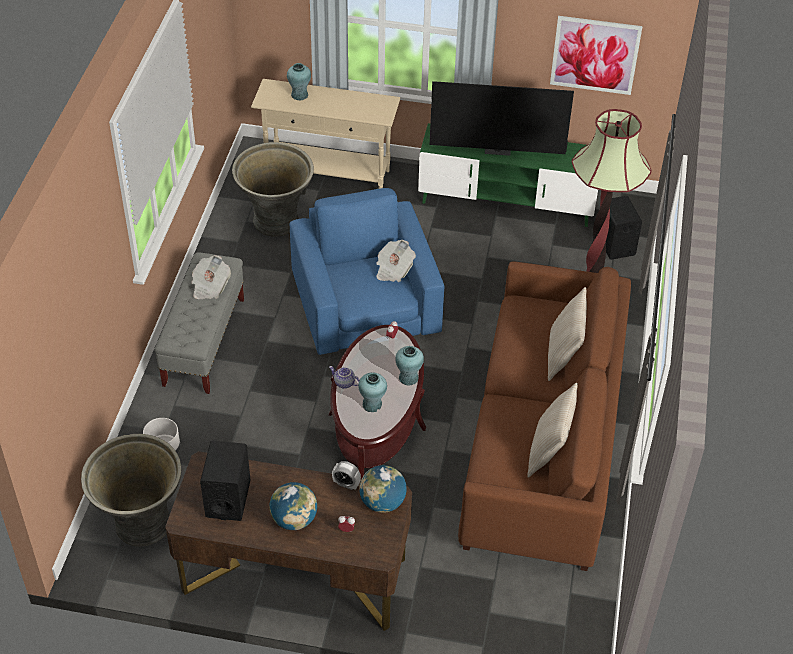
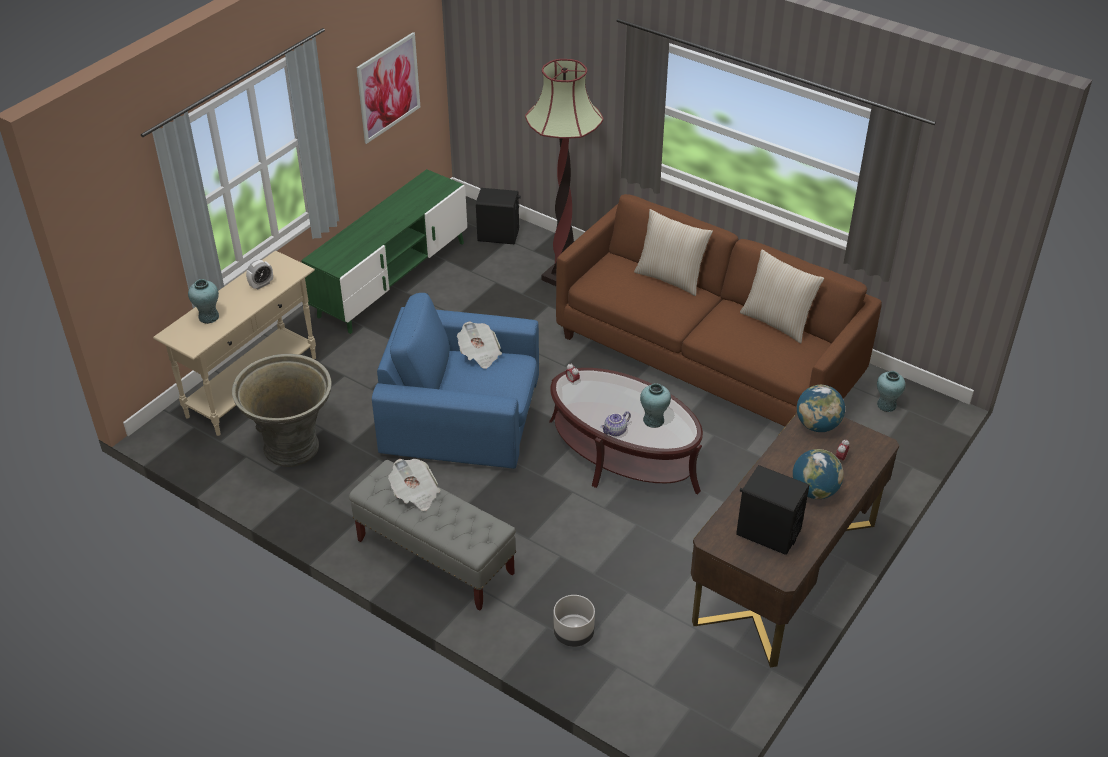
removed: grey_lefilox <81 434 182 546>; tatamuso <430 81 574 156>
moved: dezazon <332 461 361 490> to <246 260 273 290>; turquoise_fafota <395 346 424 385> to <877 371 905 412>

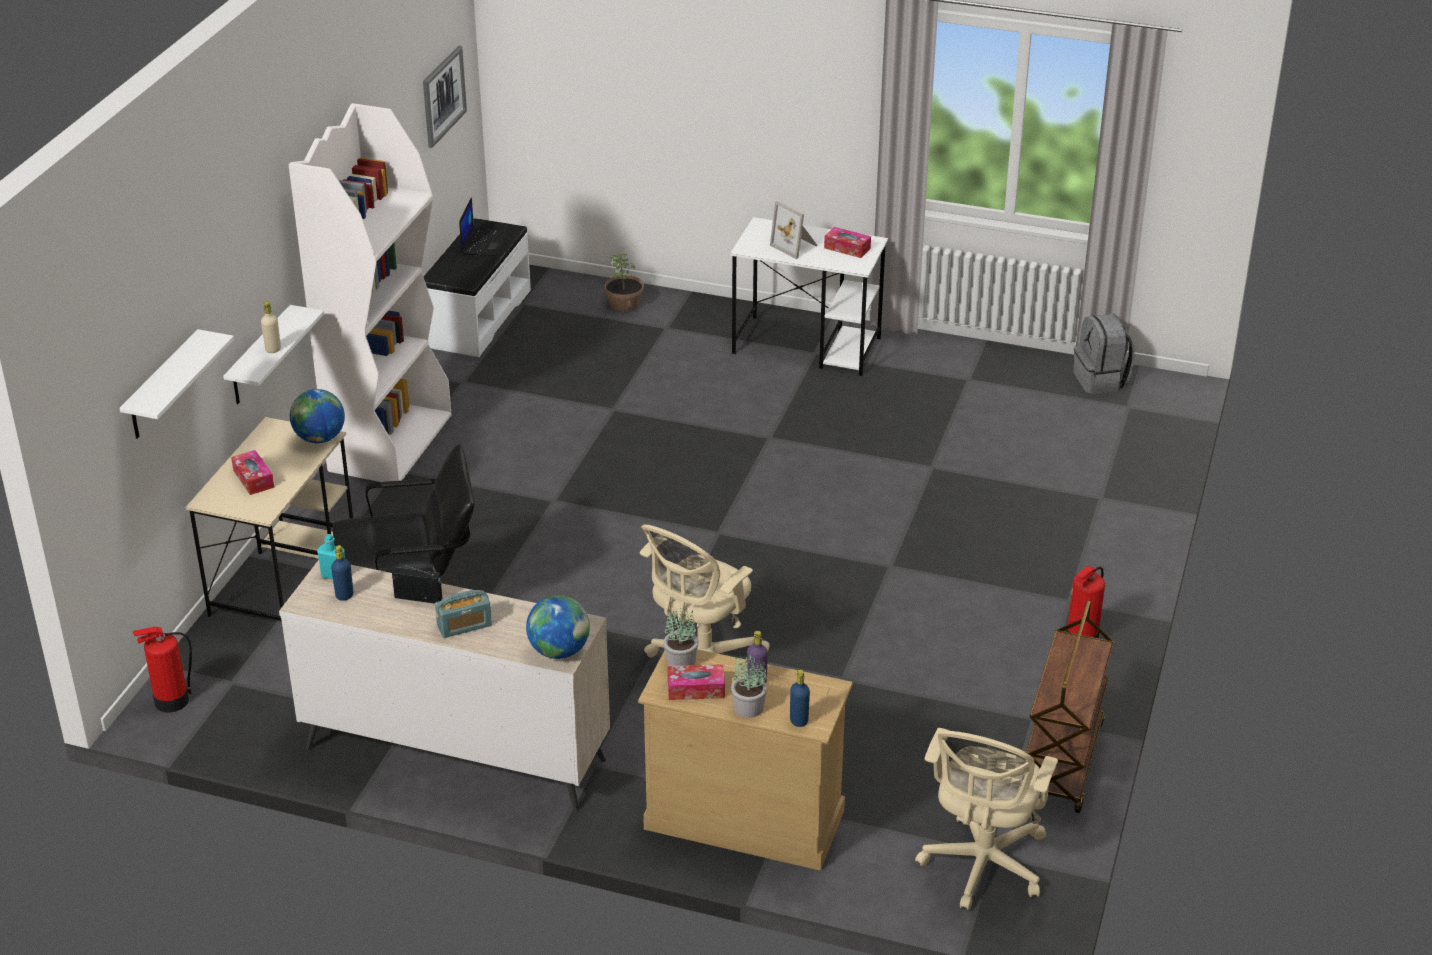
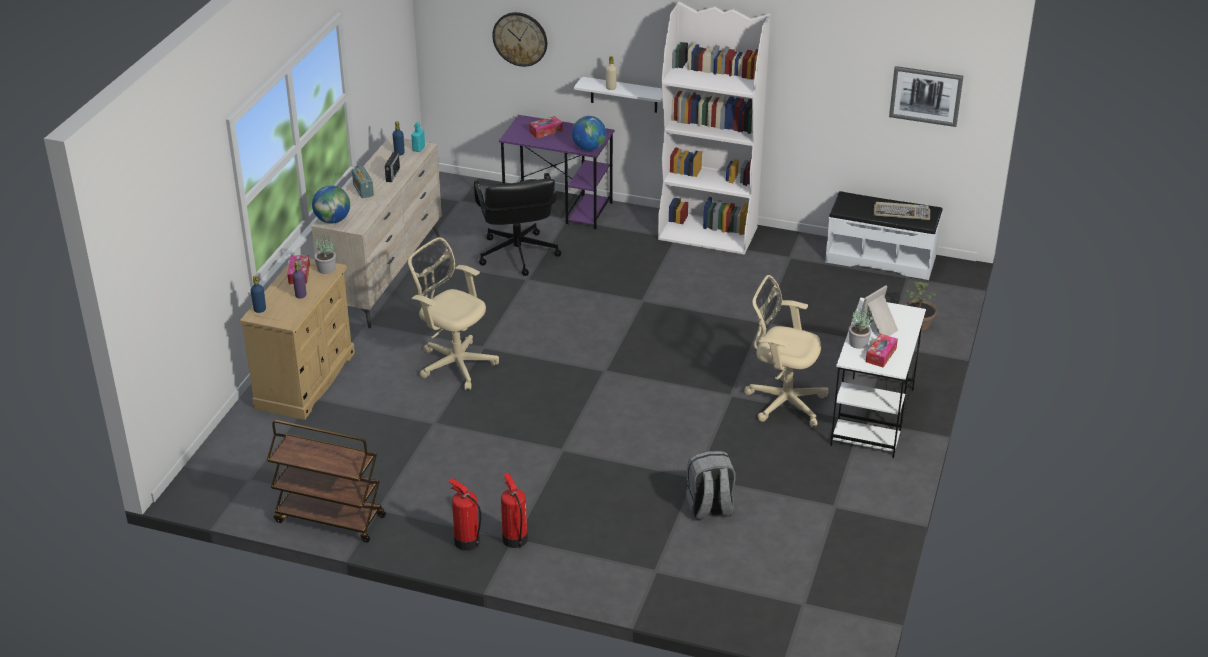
moved: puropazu <133 627 192 712> to <501 473 528 548>; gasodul <731 653 767 718> to <849 305 872 349>; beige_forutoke <915 728 1058 910> to <744 275 829 427>; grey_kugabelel <1073 314 1134 394> to <686 451 736 520>
replaced: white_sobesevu <119 329 234 439> to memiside <492 12 547 67>; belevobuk <459 197 509 256> to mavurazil <874 202 930 220>
recoloured: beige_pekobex <185 417 353 621> to purple_pekobex <499 115 615 229>

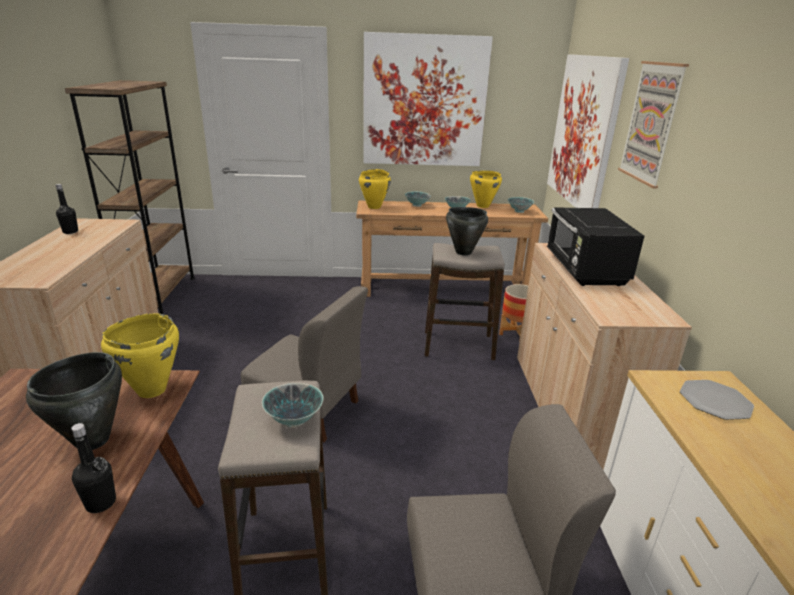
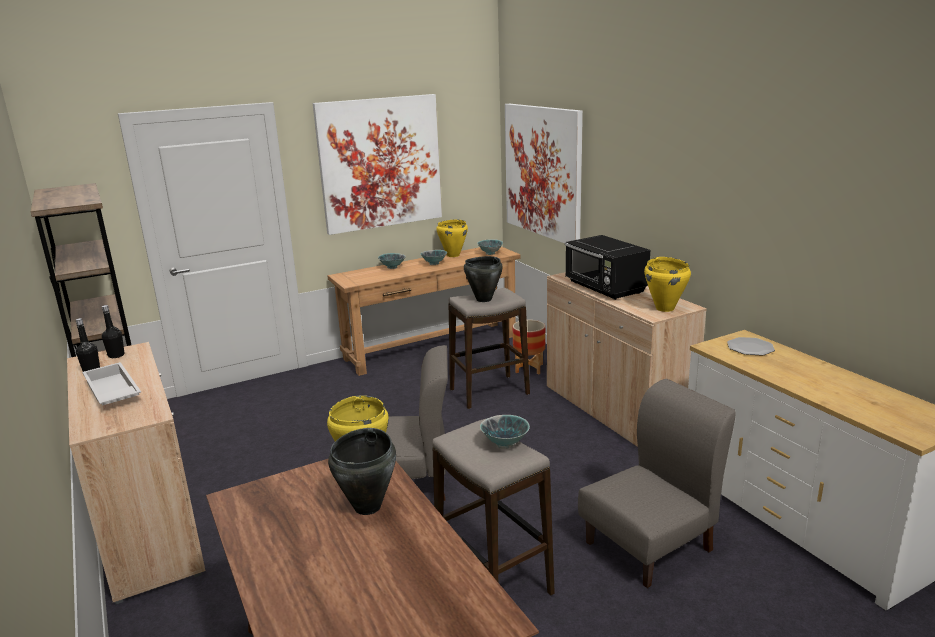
removed: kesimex <618 61 689 188>
added: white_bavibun <82 362 141 405>
moved: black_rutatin <71 423 116 513> to <102 305 125 358>; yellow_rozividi <359 169 391 209> to <644 257 691 312>

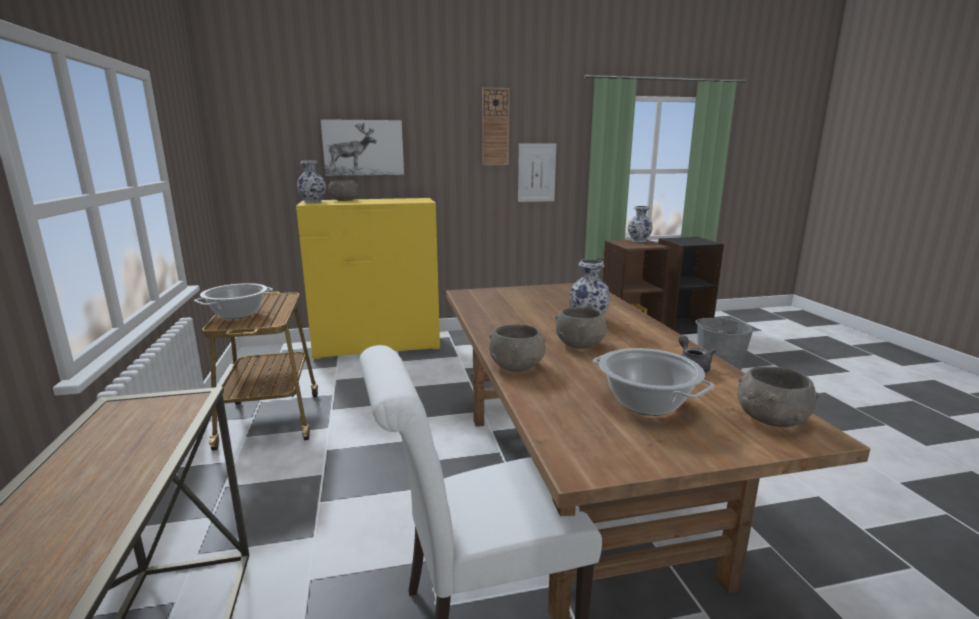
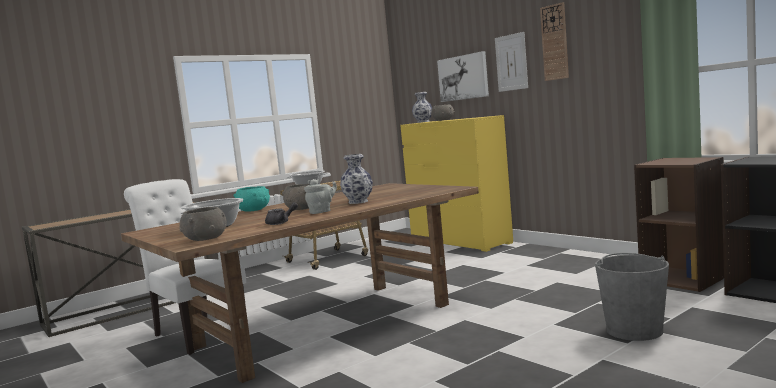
removed: fafota <628 206 653 242>
added: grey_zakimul <304 179 337 214>
moved: kesimex <518 143 556 202> to <495 32 528 92>
recoloured: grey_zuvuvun <489 324 546 372> to turquoise_zuvuvun <234 186 270 212>

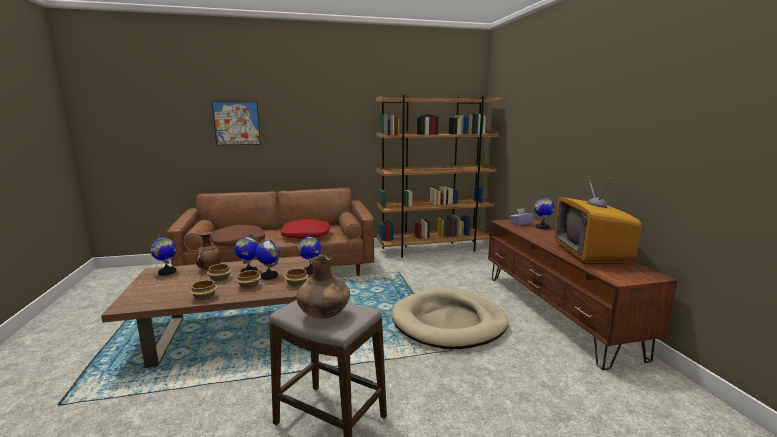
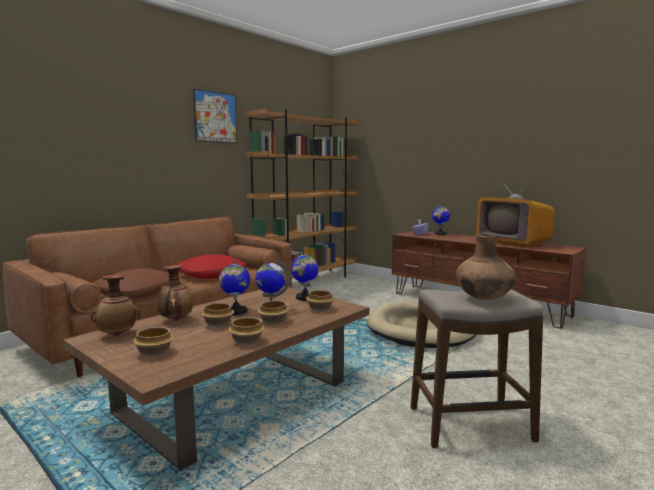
added: zuvuvun <133 327 174 357>
moved: kesimex <212 101 261 145> to <193 89 237 143>
replaced: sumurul <150 234 177 275> to fafota <91 274 140 336>

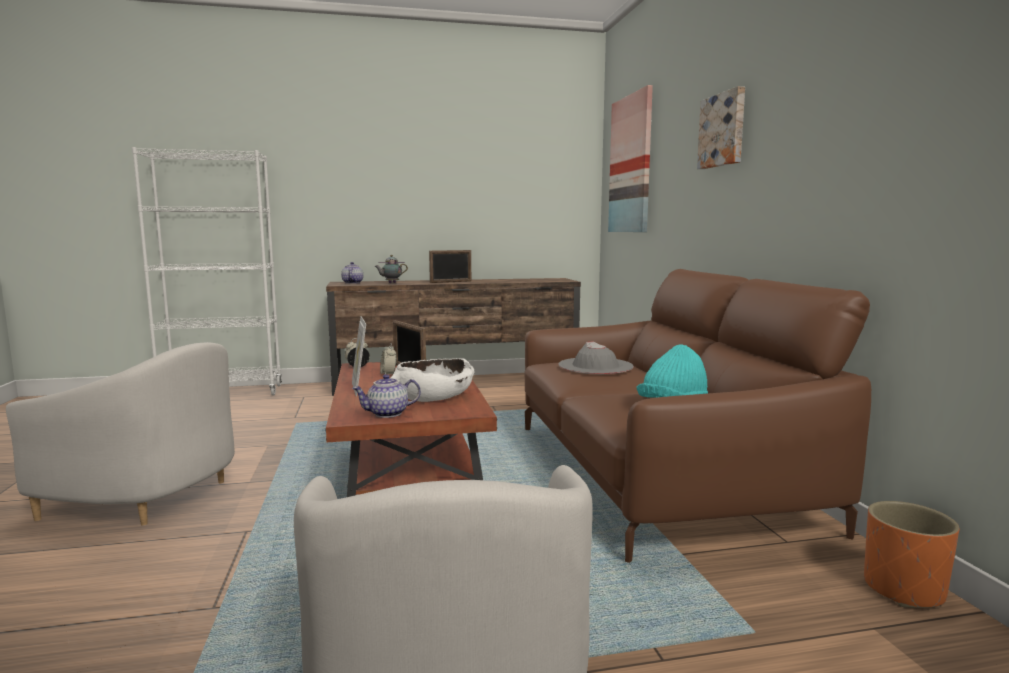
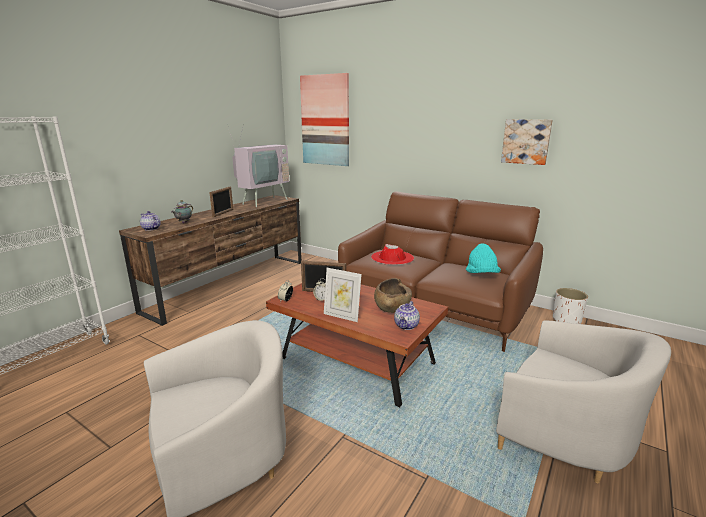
added: tatamuso <230 124 289 207>
moved: kesimex <697 86 745 169> to <501 119 553 165>
recoloured: white_zuvuvun <391 358 475 402> to brown_zuvuvun <374 278 412 313>; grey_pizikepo <558 341 634 374> to red_pizikepo <371 244 414 265>; orange_lefilox <864 501 959 608> to white_lefilox <553 288 588 324>

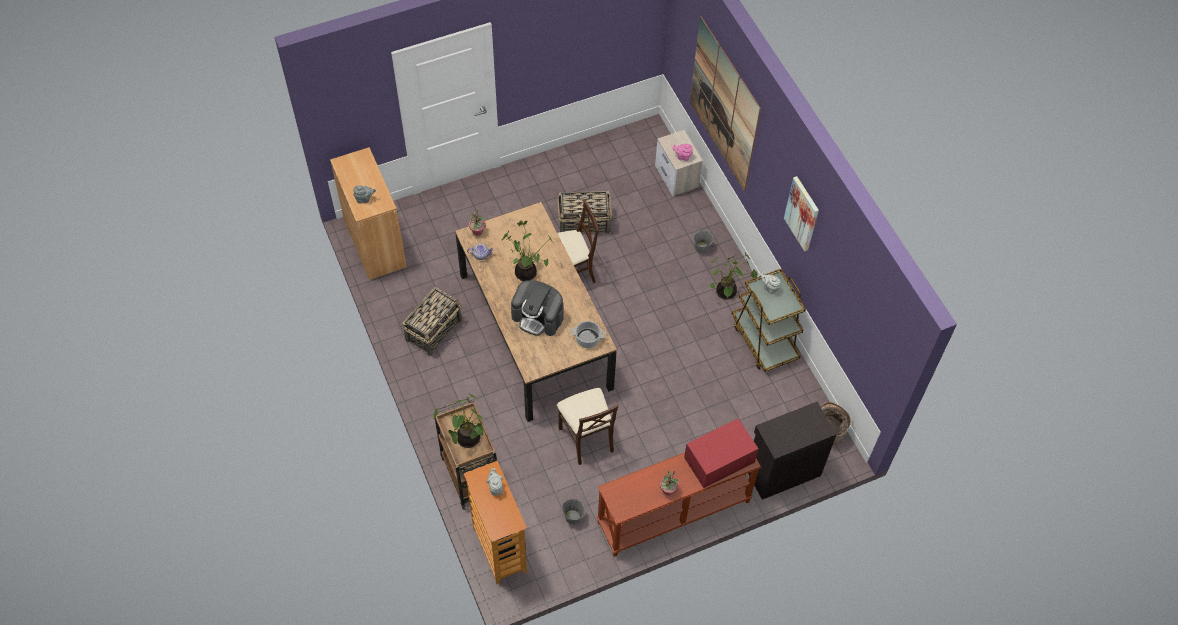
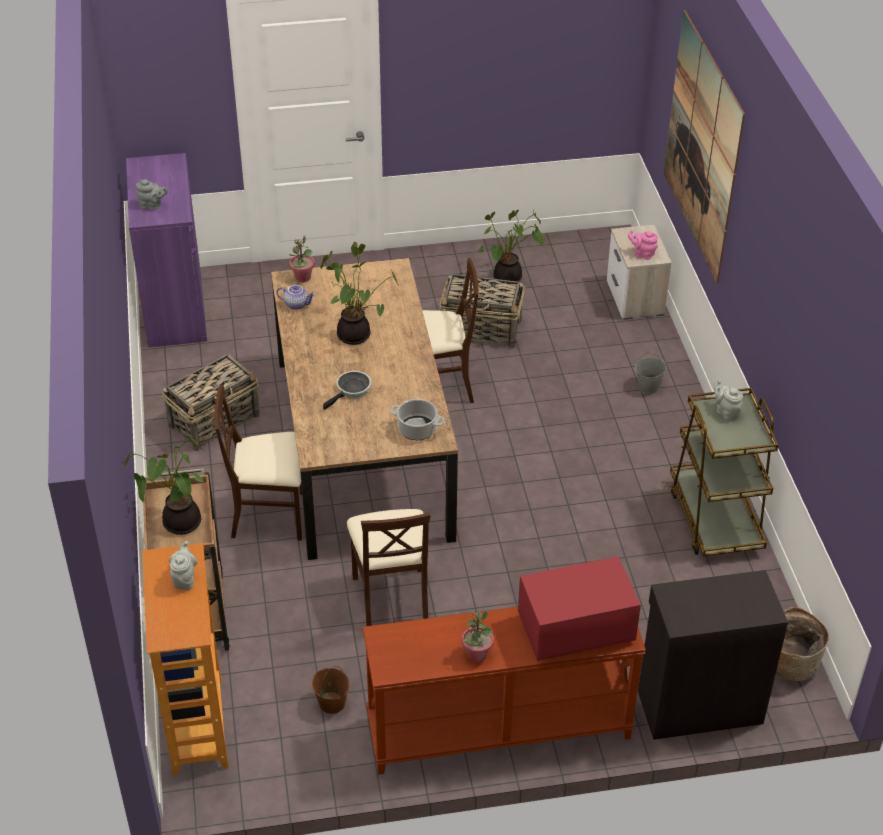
removed: kesimex <784 176 819 251>
added: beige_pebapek <214 384 302 541>
moved: gasodul <709 252 758 300> to <478 210 544 282>
replaced: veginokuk <511 280 563 336> to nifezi <323 371 371 410>
recoloured: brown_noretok <330 147 407 280> to purple_noretok <126 153 207 347>; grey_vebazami <562 499 585 524> to brown_vebazami <312 666 350 714>

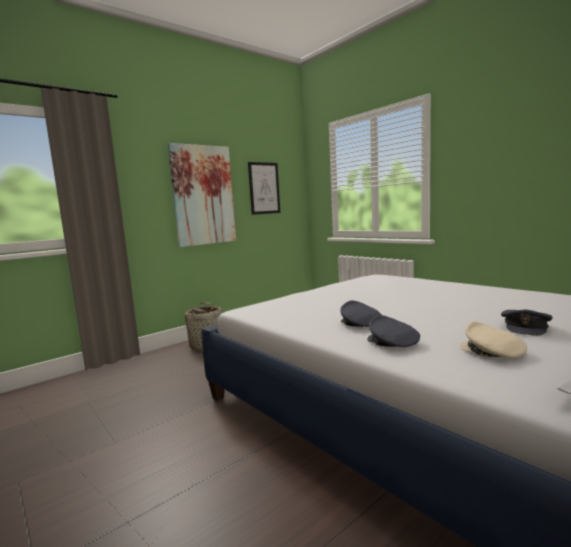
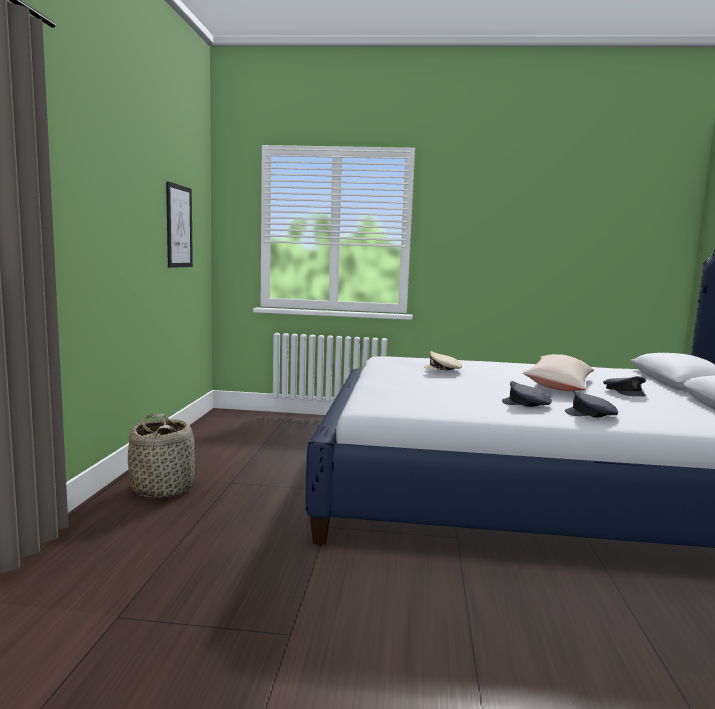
removed: kesimex <168 143 236 247>
added: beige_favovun <523 354 594 391>
moved: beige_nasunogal <460 321 527 358> to <424 351 462 371>

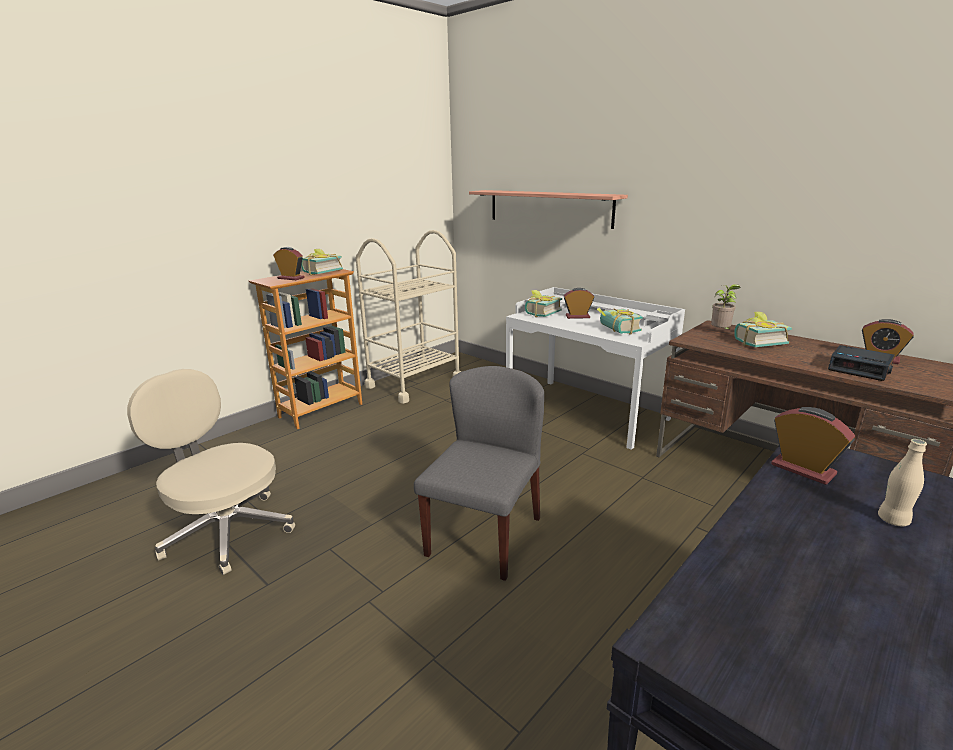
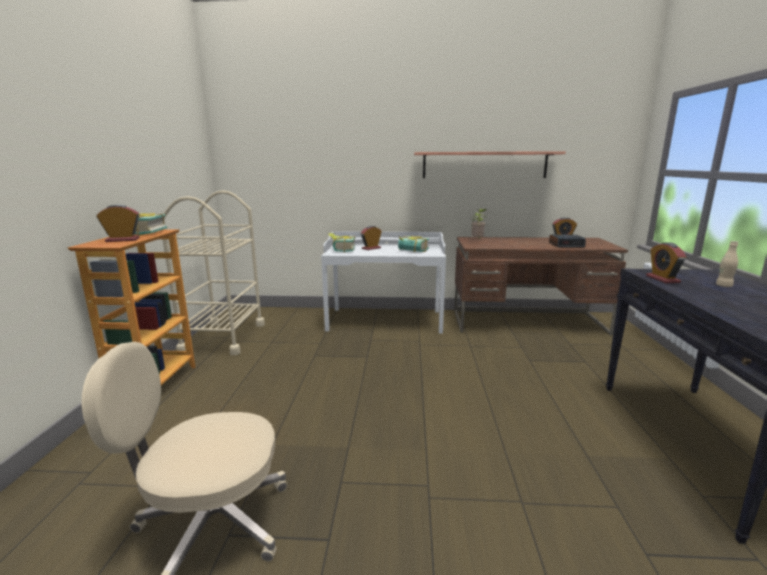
removed: grey_pebapek <414 366 544 581>; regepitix <734 311 792 347>
moved: sobesevu <469 190 628 229> to <414 151 566 178>
turned: dezazon <771 407 855 485> = <646 242 687 283> 105 degrees counterclockwise

